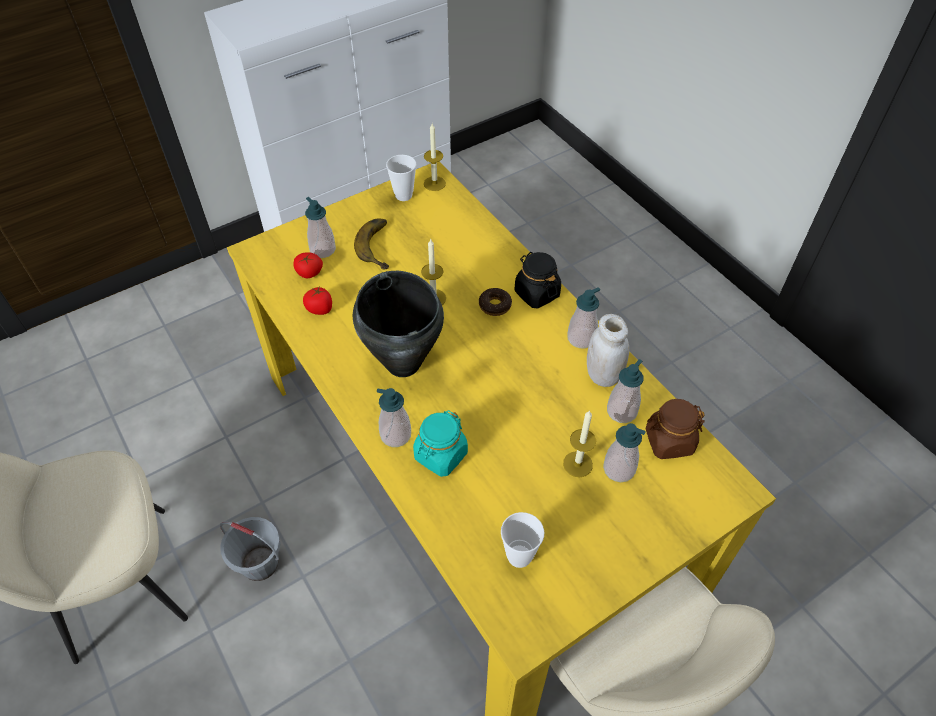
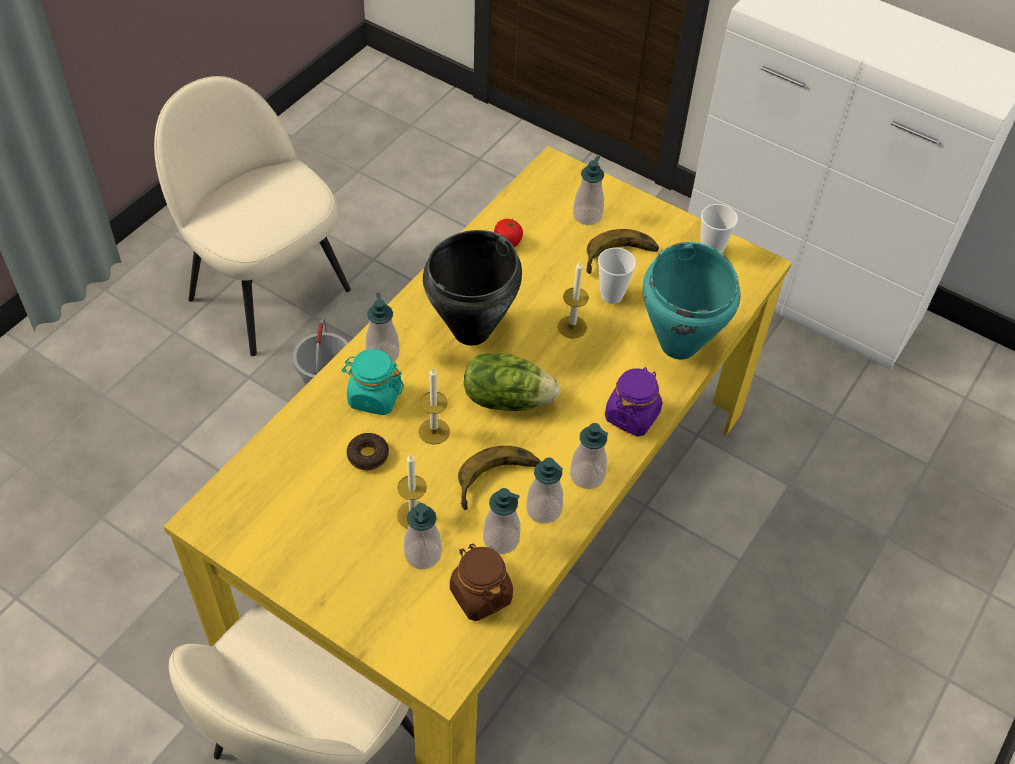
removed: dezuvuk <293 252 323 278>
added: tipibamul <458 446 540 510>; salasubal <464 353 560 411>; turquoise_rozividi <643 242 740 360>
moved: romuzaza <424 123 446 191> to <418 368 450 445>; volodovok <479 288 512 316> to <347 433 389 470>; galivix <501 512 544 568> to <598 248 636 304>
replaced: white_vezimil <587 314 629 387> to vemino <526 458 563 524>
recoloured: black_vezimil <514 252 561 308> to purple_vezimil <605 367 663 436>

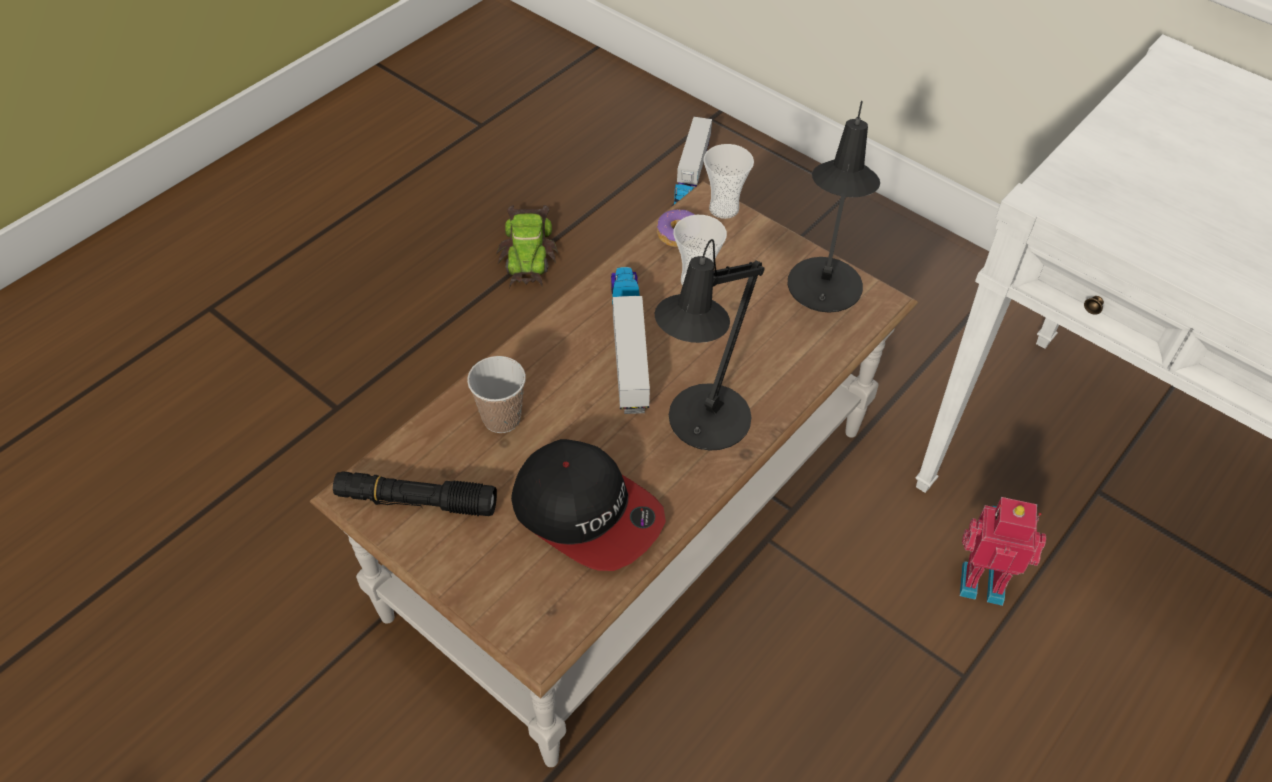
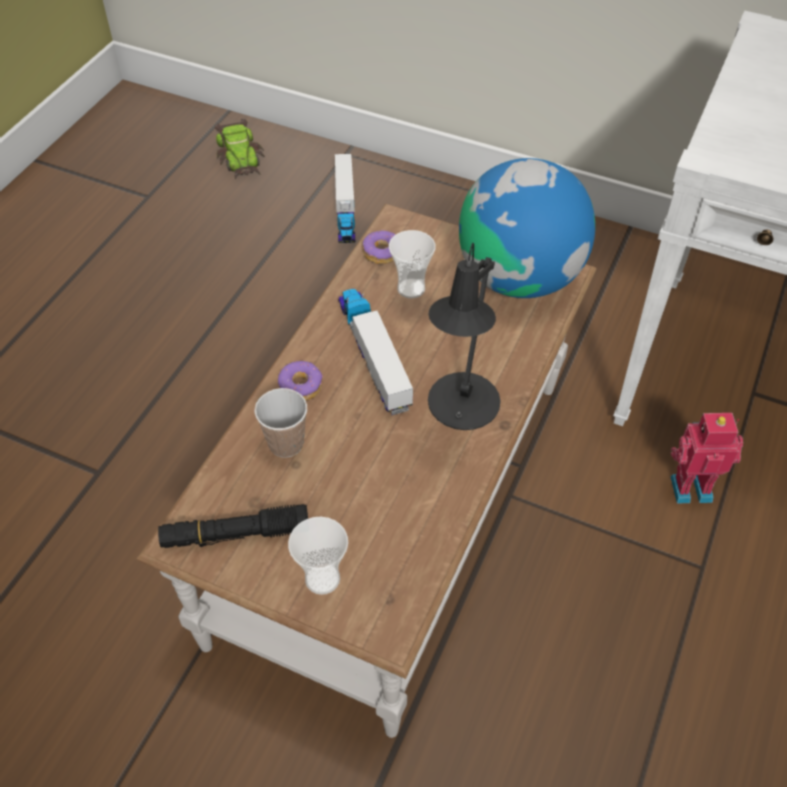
removed: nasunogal <511 439 666 571>
added: volodovok <278 361 323 400>
moved: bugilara <496 205 558 288> to <215 119 265 180>; galivix <703 144 754 219> to <288 517 348 595>
replaced: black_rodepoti <788 101 880 313> to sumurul <459 158 595 298>

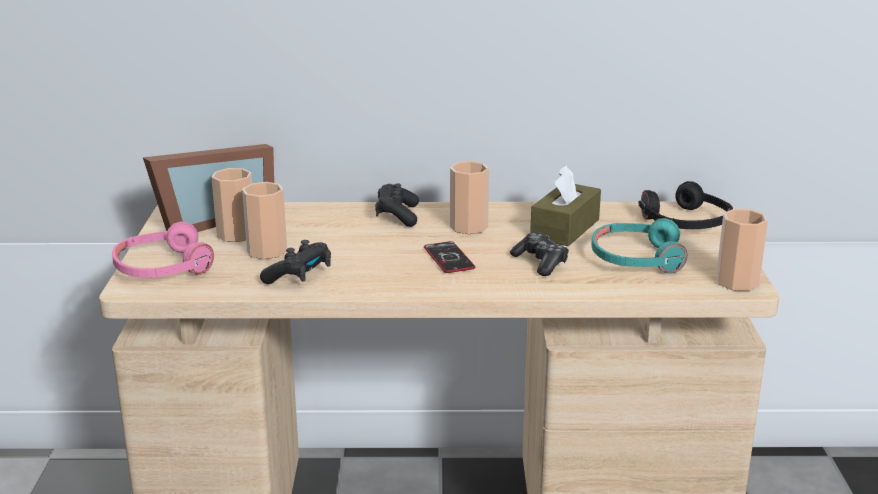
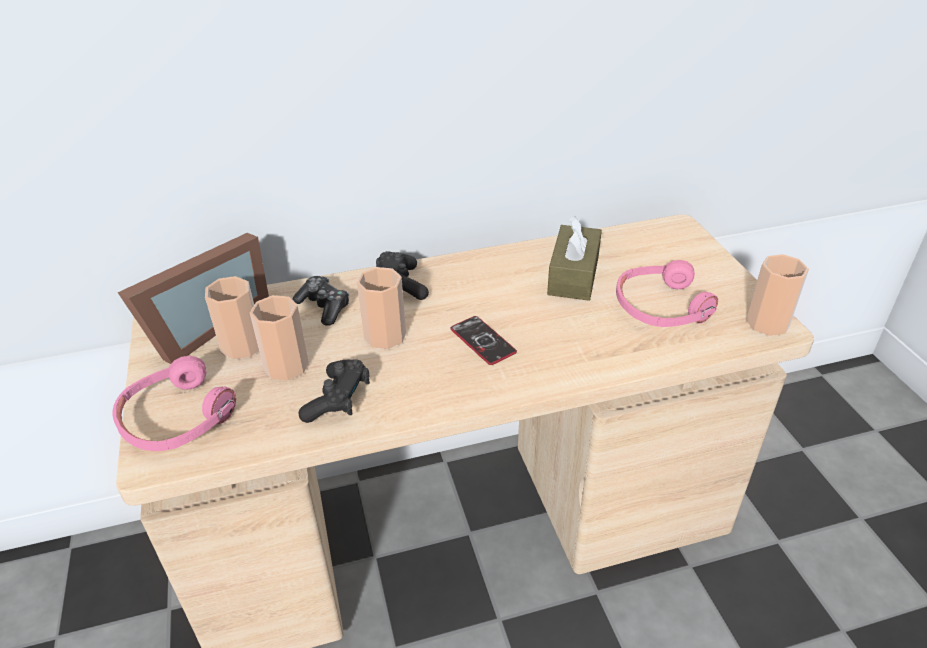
removed: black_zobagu <638 181 733 229>
moved: galivix <450 161 489 234> to <357 267 406 349>; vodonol <510 232 569 276> to <292 276 349 326>
recoloured: turquoise_zobagu <591 218 688 274> to pink_zobagu <616 260 718 327>

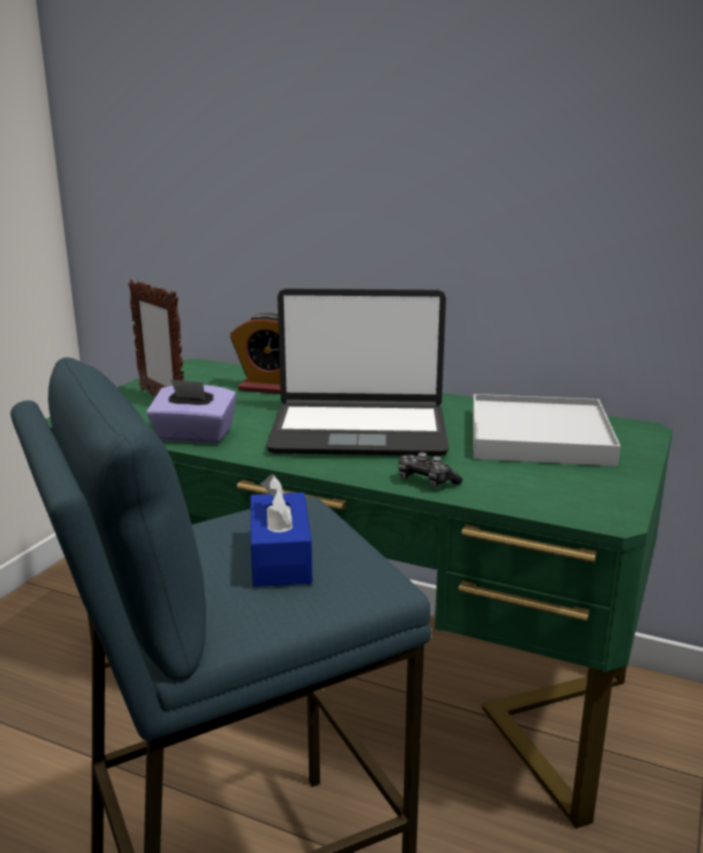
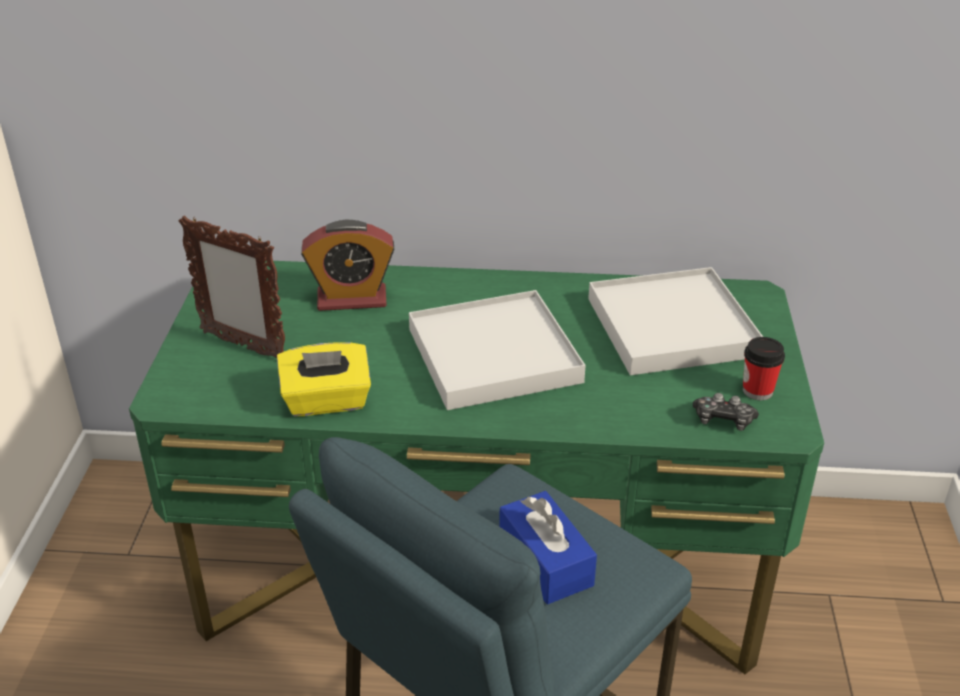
added: galivix <743 337 785 400>
moved: vodonol <398 452 462 488> to <693 393 759 431>
replaced: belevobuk <266 288 449 456> to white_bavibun <409 290 586 410>
recoloured: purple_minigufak <147 379 237 444> to yellow_minigufak <277 342 371 416>

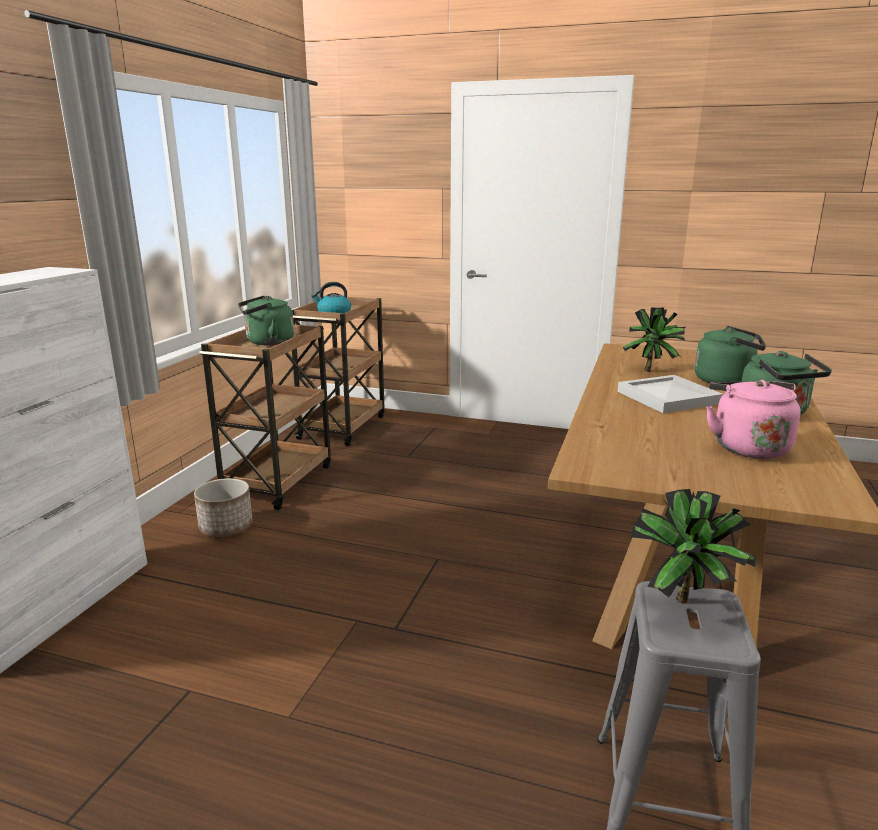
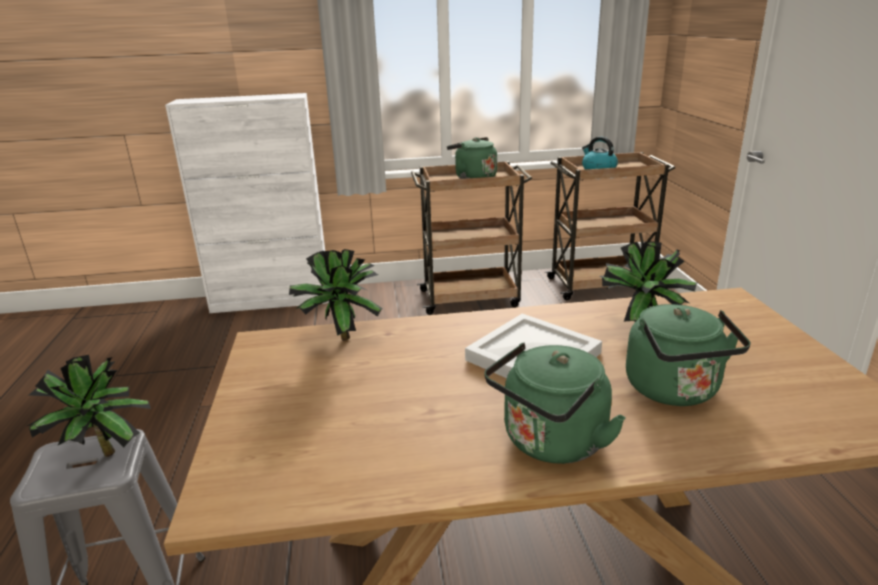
removed: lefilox <194 478 252 537>; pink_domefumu <706 380 801 459>
added: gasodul <289 249 383 340>

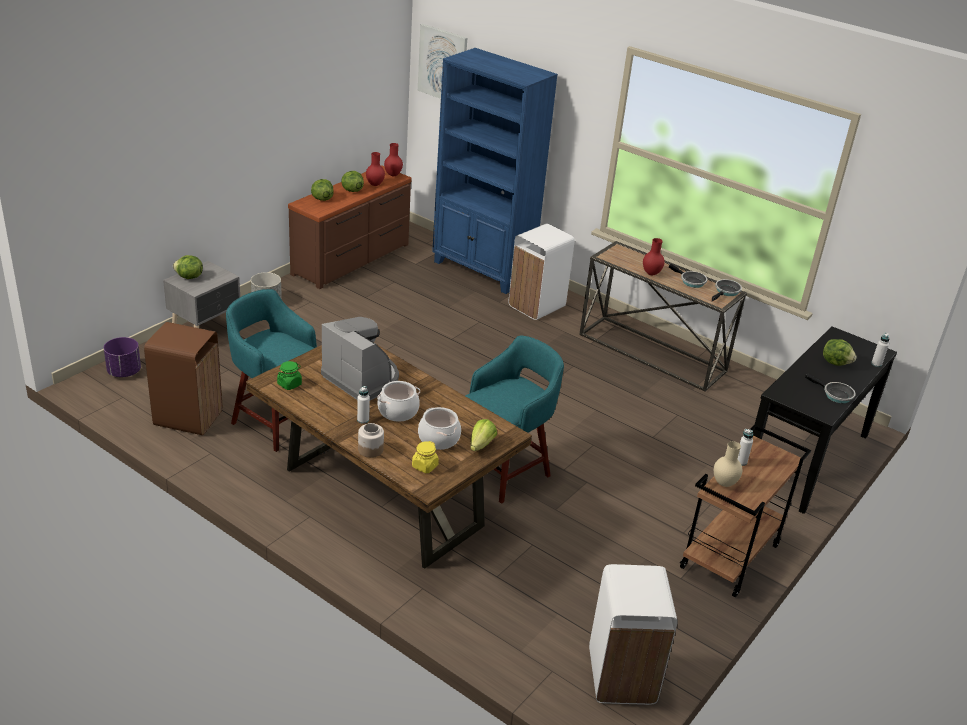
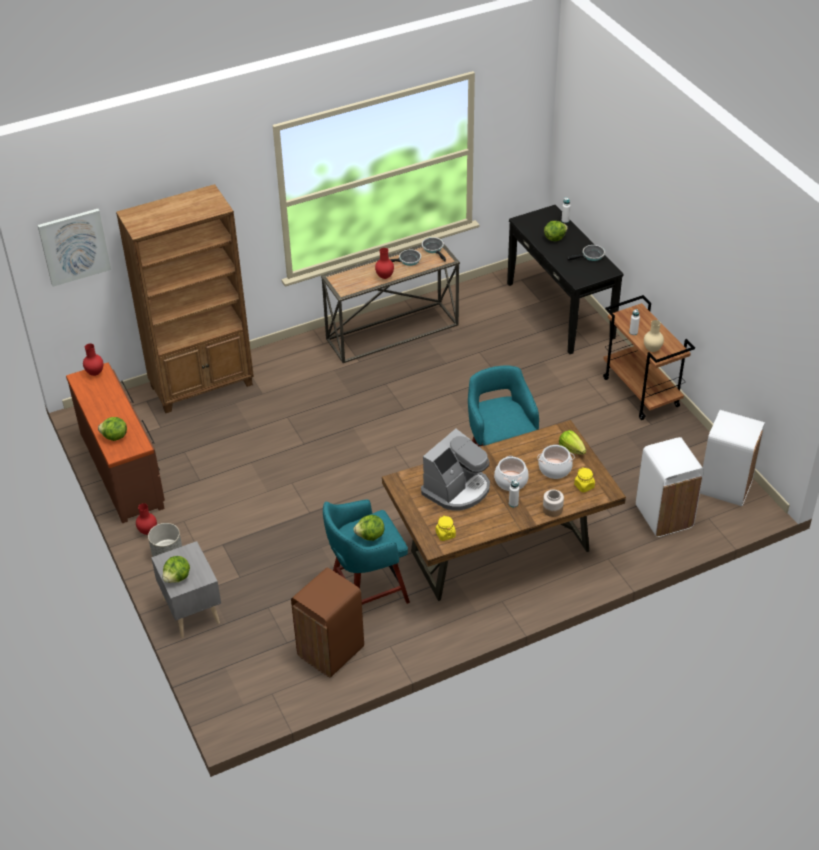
removed: purple_lefilox <104 337 141 377>
moved: salasubal <341 171 364 192> to <353 515 384 541>; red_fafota <366 152 385 186> to <136 503 157 535>; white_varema <509 224 575 320> to <636 437 704 537>
recoloured: green_vezimil <277 361 302 390> to yellow_vezimil <435 516 456 541>; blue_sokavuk <432 48 558 294> to brown_sokavuk <116 184 254 413>
turned: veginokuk <321 317 399 401> = <421 429 490 511> 150 degrees clockwise

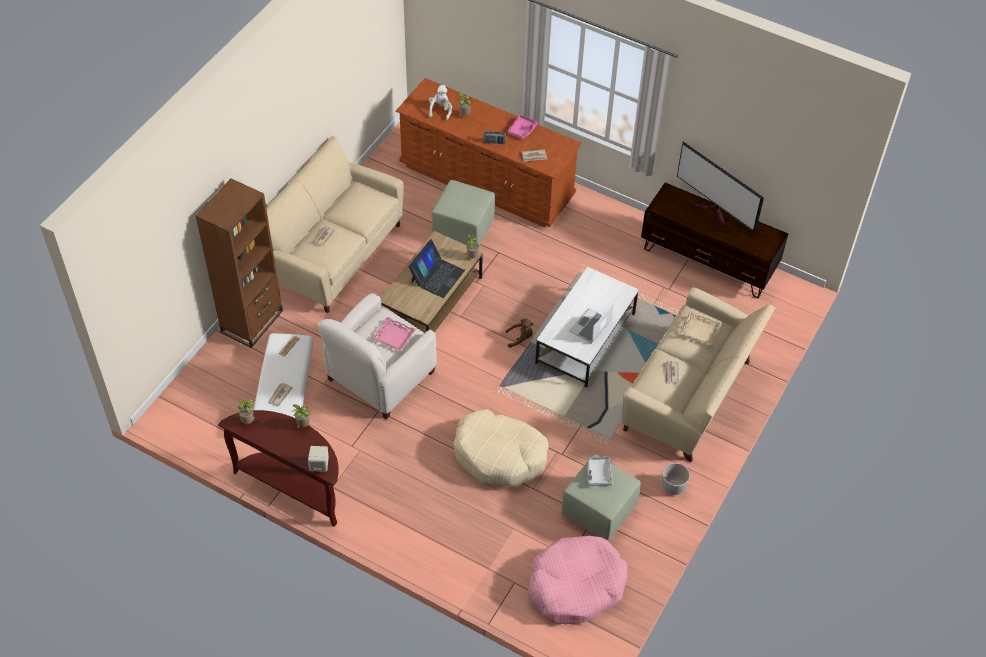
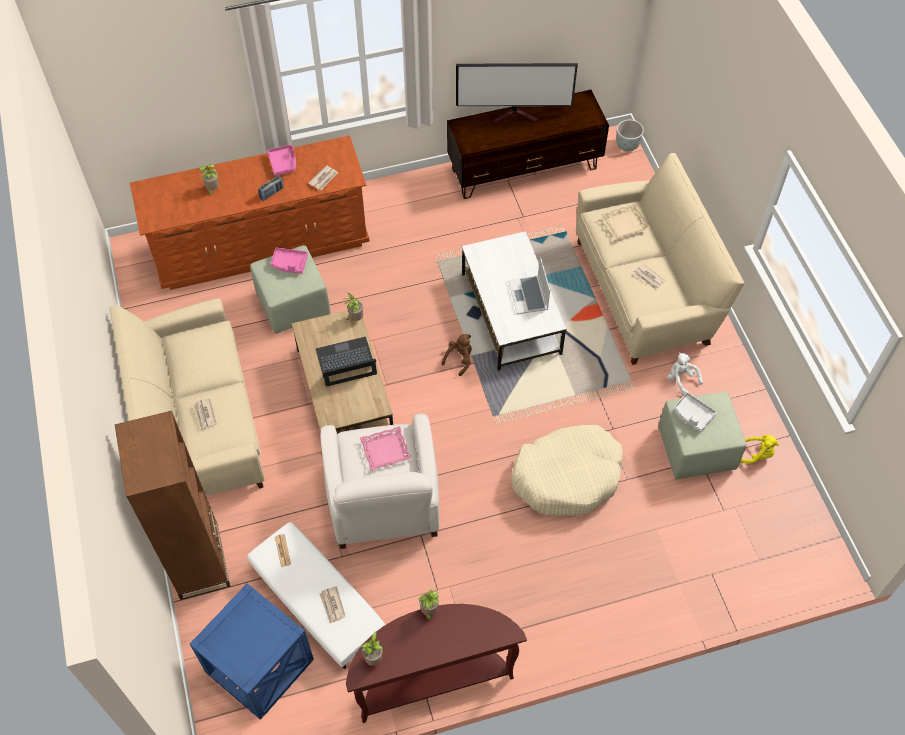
removed: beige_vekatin <308 446 329 472>; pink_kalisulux <528 536 628 624>
added: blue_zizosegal <190 584 314 720>; pink_bavibun <271 248 308 274>; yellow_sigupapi <740 435 779 463>
moved: white_sigupapi <429 85 452 120> to <667 352 703 395>; grey_lefilox <662 463 690 495> to <616 120 644 152>
turned: belevobuk <409 239 465 298> = <316 337 377 387> 90 degrees counterclockwise

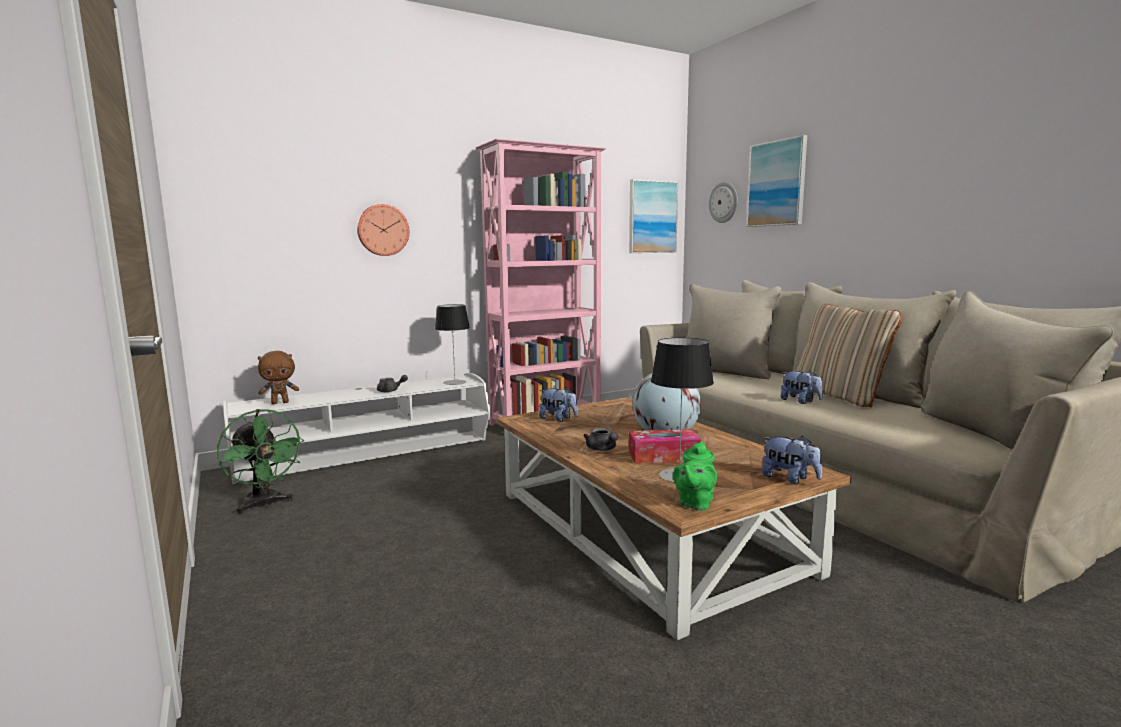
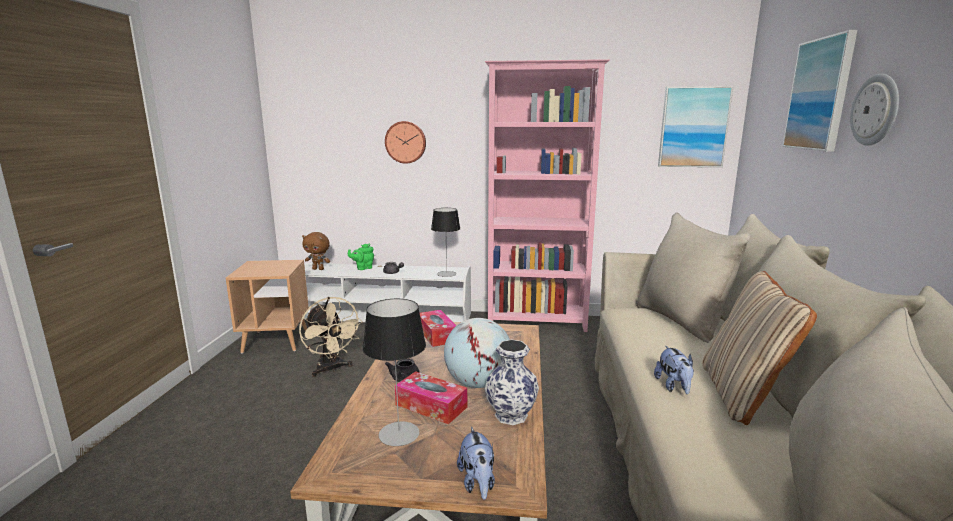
added: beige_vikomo <299 297 363 377>; fafota <485 339 539 425>
moved: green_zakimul <673 441 717 511> to <348 244 374 270>; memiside <709 182 738 223> to <850 74 899 146>
replaced: green_vikomo <217 409 304 514> to brown_zizosegal <226 260 309 353>; sigupapi <539 387 578 422> to minigufak <420 310 456 347>

